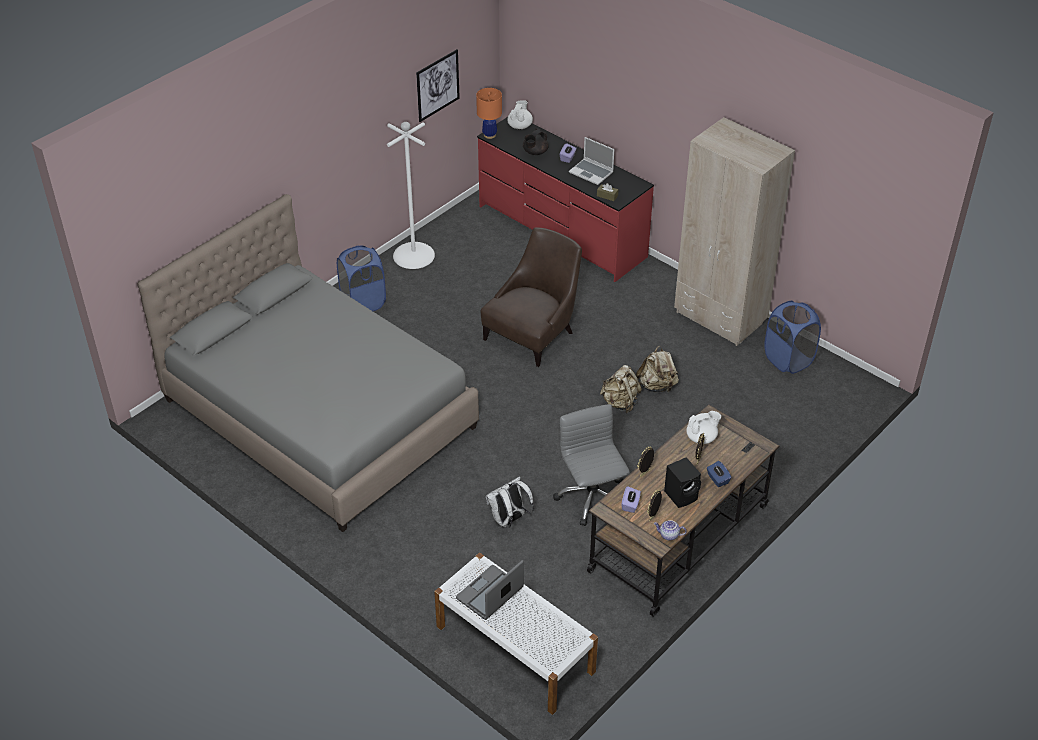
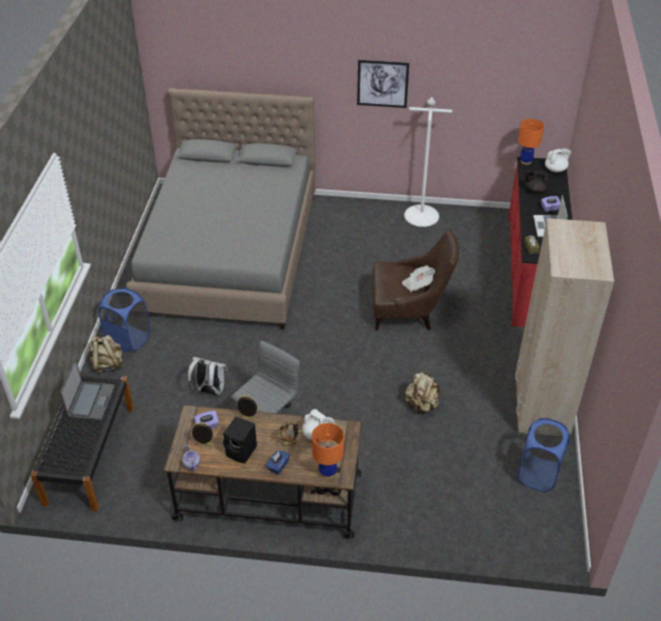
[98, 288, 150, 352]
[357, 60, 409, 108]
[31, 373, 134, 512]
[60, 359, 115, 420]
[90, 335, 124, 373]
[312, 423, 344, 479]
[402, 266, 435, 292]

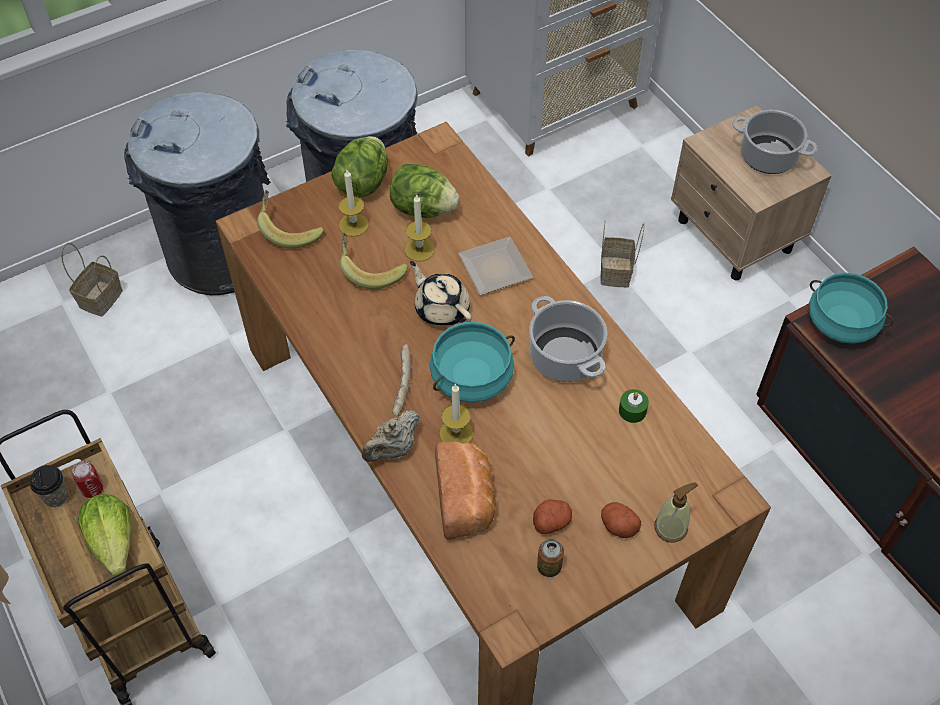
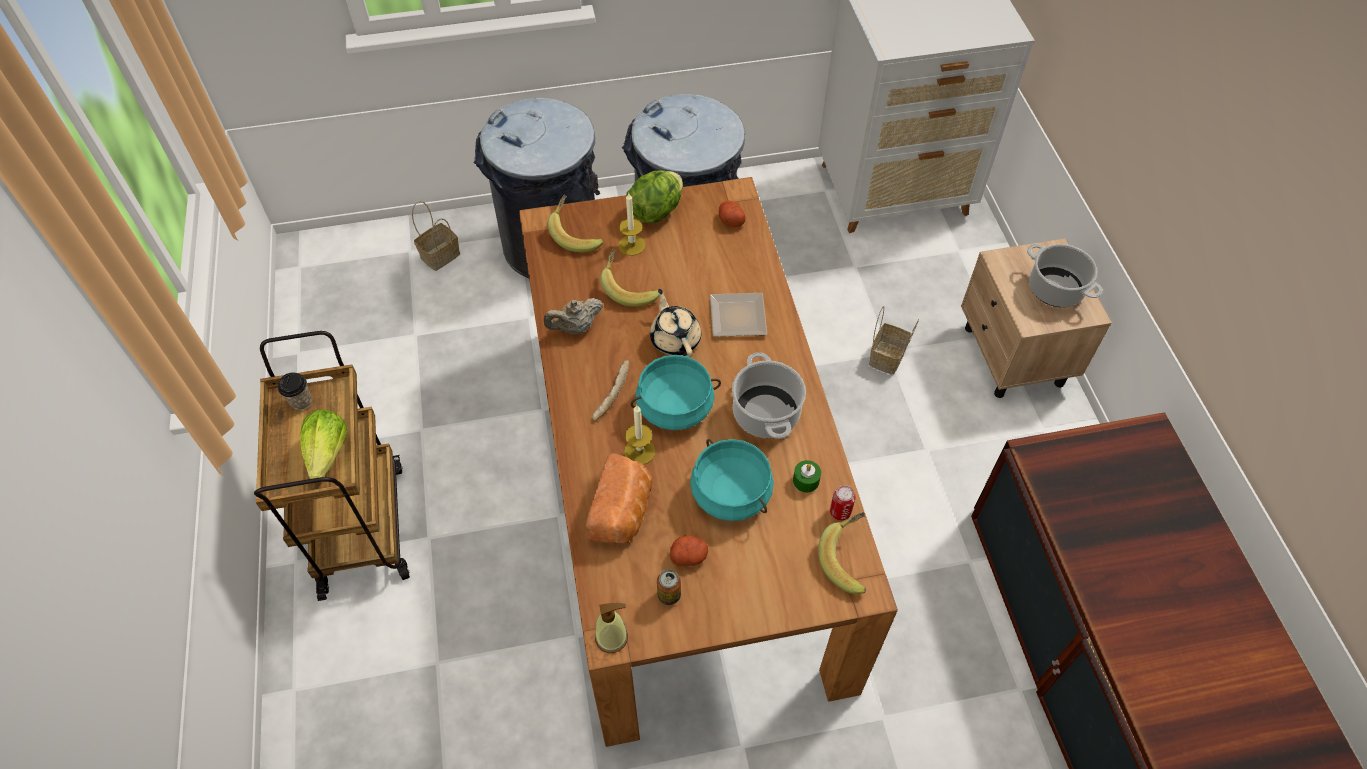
[830, 485, 856, 521]
[544, 298, 603, 334]
[390, 163, 460, 218] (first image)
[405, 194, 435, 261] (first image)
[719, 201, 746, 228]
[595, 603, 628, 653]
[690, 439, 774, 521]
[818, 512, 866, 594]

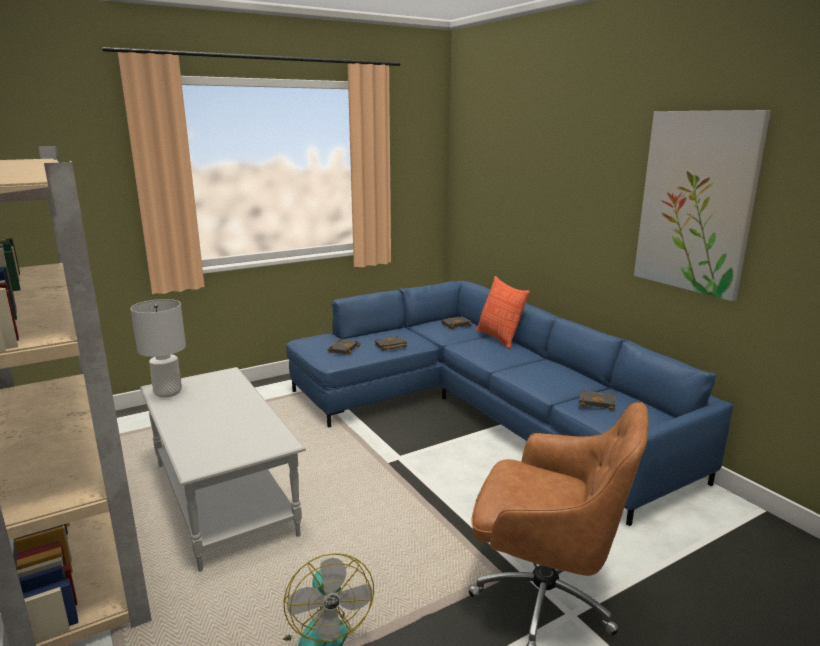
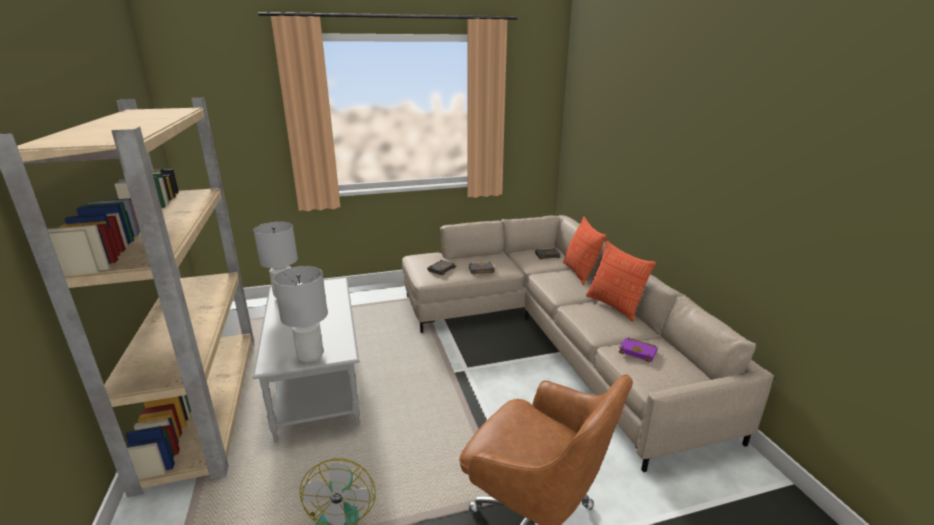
[402, 215, 774, 472]
[619, 337, 658, 362]
[634, 110, 771, 301] (first image)
[274, 266, 328, 362]
[586, 241, 656, 322]

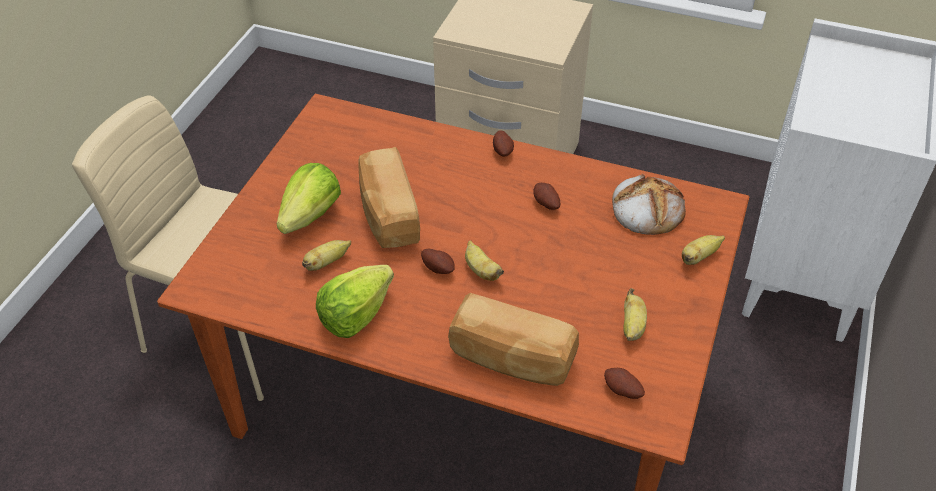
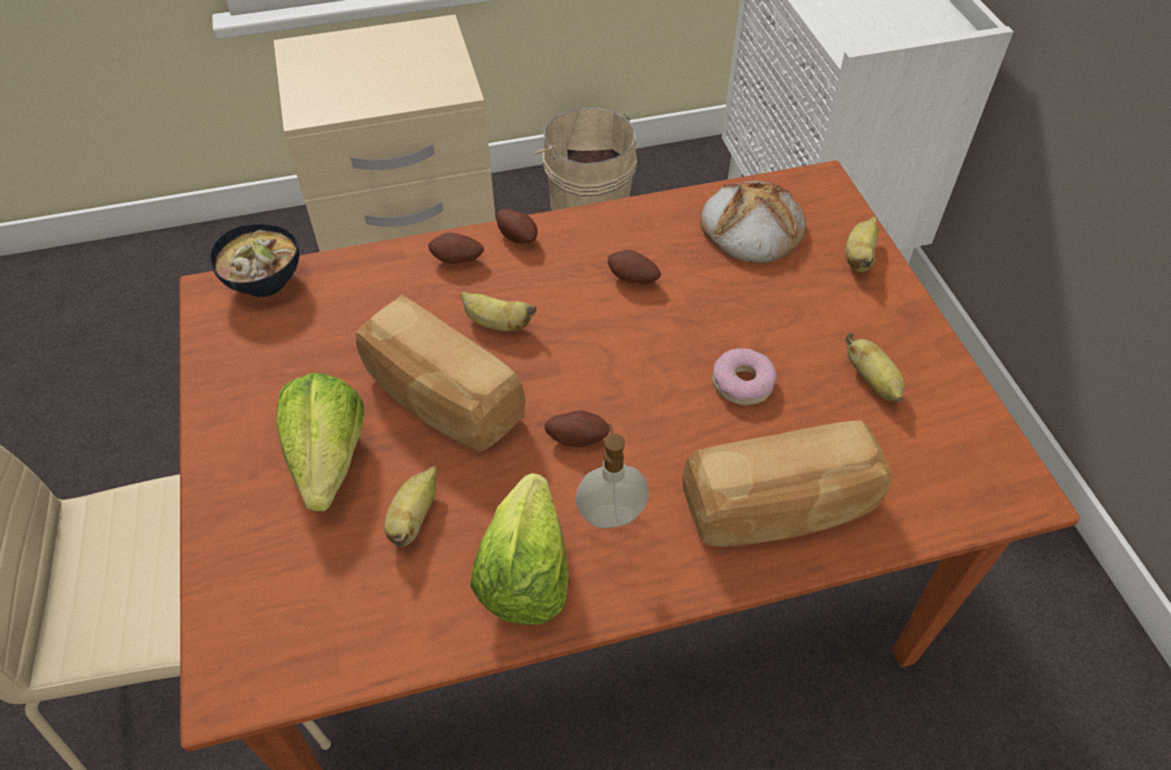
[461, 291, 536, 331]
[428, 233, 484, 264]
[209, 224, 300, 297]
[534, 108, 637, 211]
[576, 424, 649, 528]
[712, 348, 777, 405]

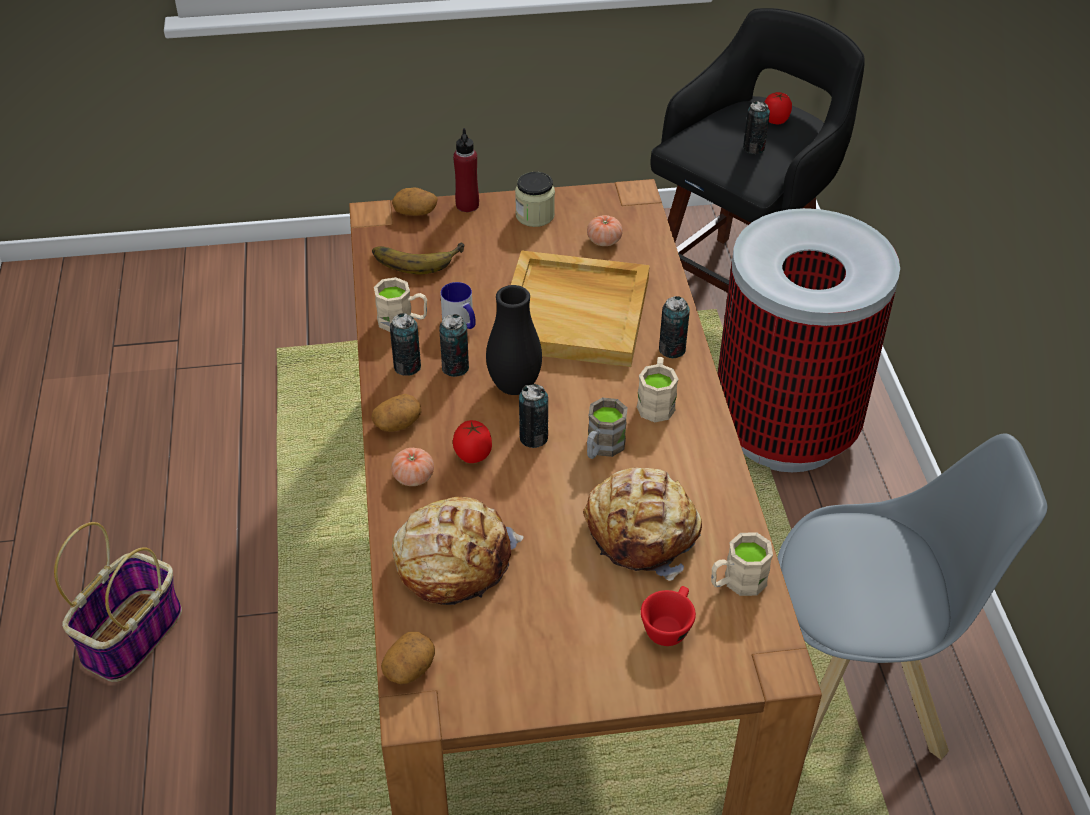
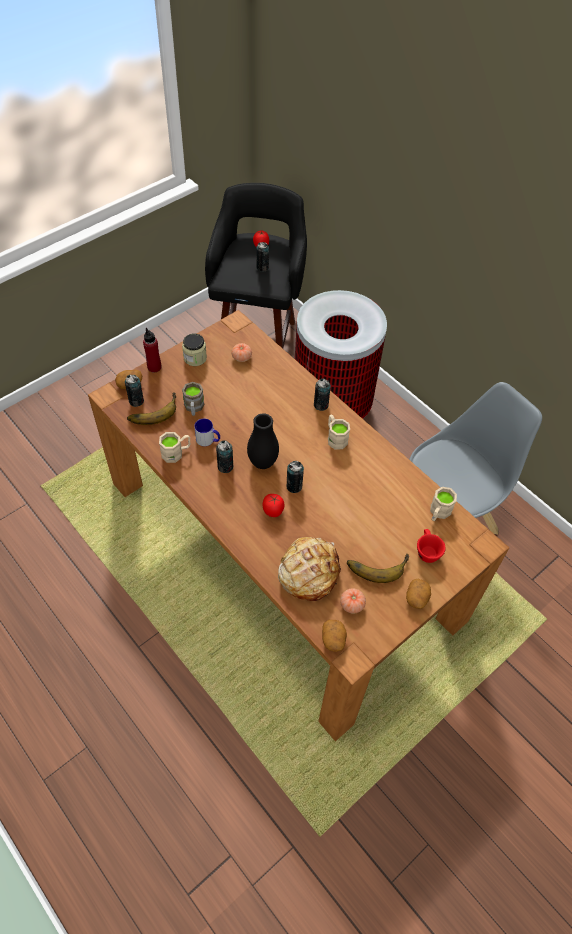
[54, 522, 182, 682] (first image)
[406, 578, 431, 609]
[125, 374, 144, 407]
[340, 588, 366, 614]
[511, 250, 650, 367] (first image)
[583, 468, 702, 581] (first image)
[182, 382, 205, 416]
[347, 554, 409, 583]

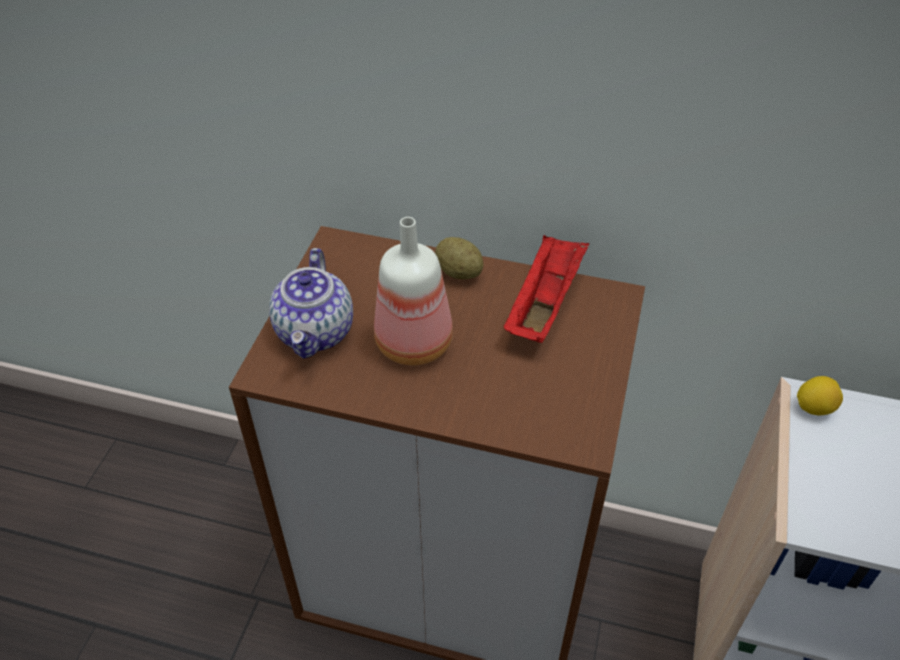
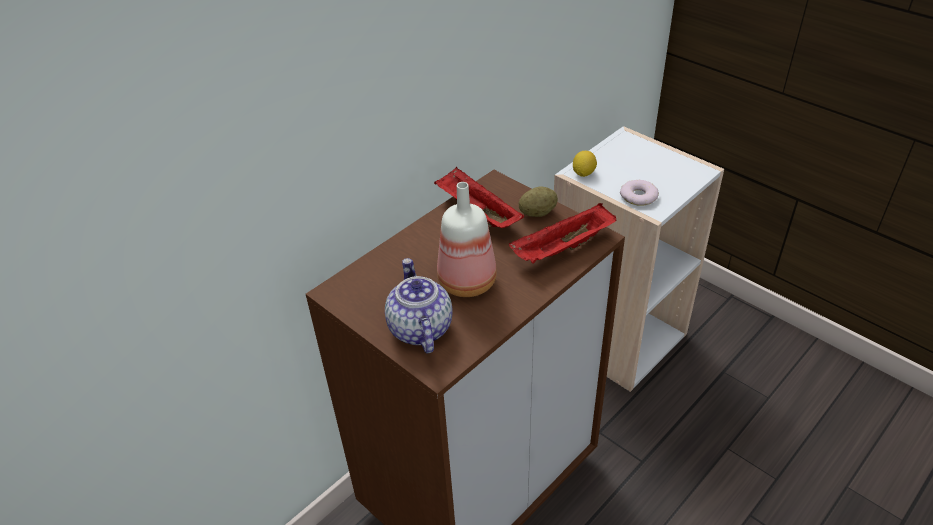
[385, 258, 453, 354]
[519, 186, 558, 217]
[509, 203, 616, 264]
[620, 180, 659, 206]

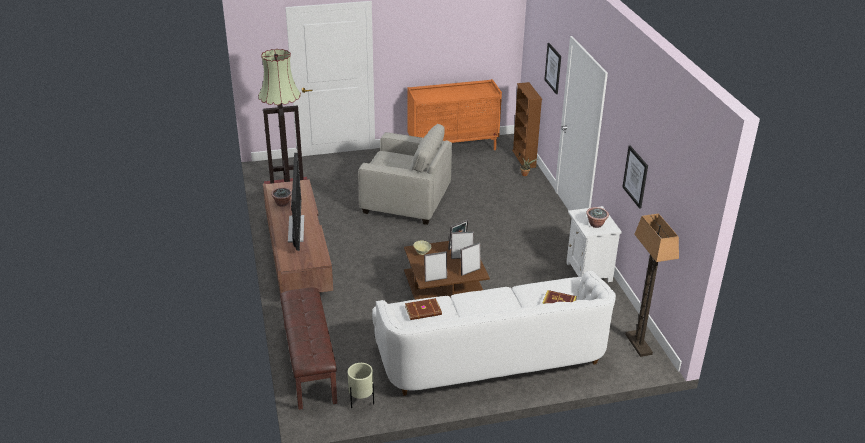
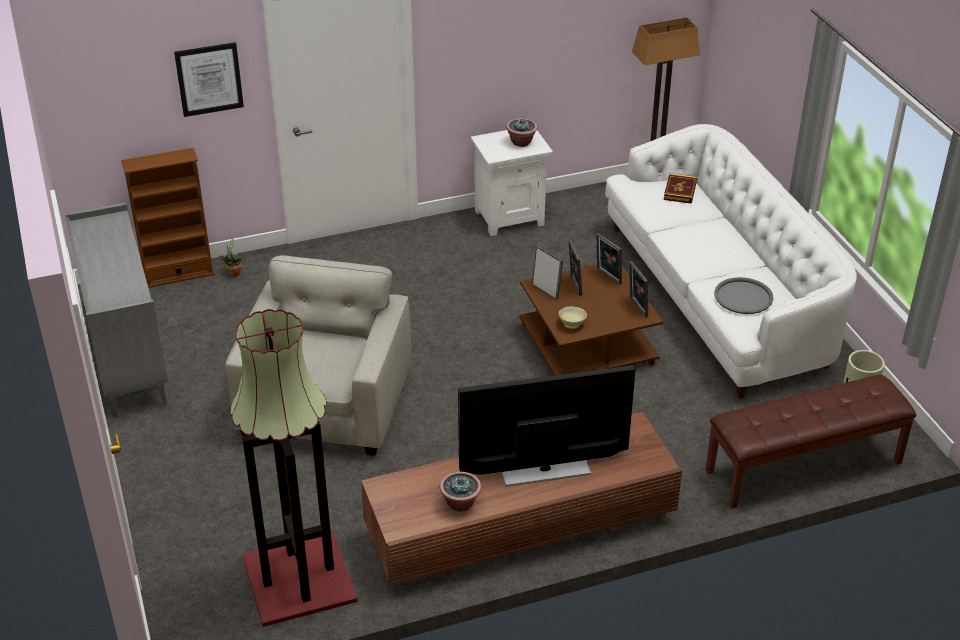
[714, 277, 774, 314]
[65, 203, 168, 417]
[623, 145, 648, 209] (first image)

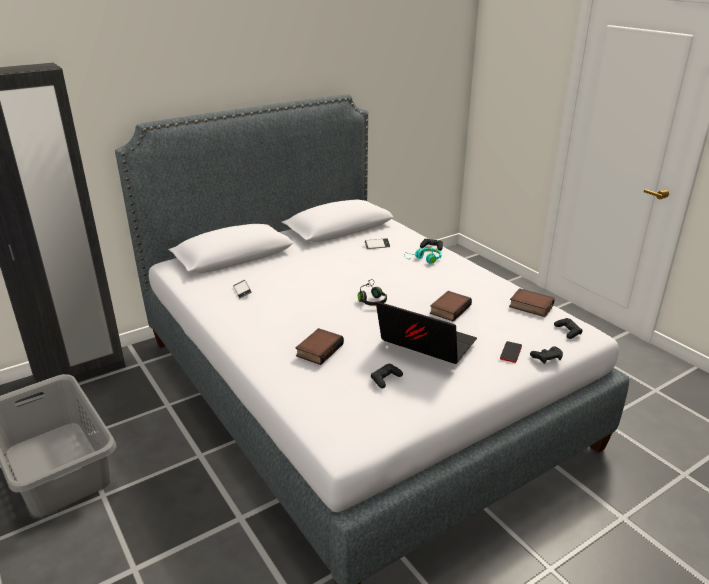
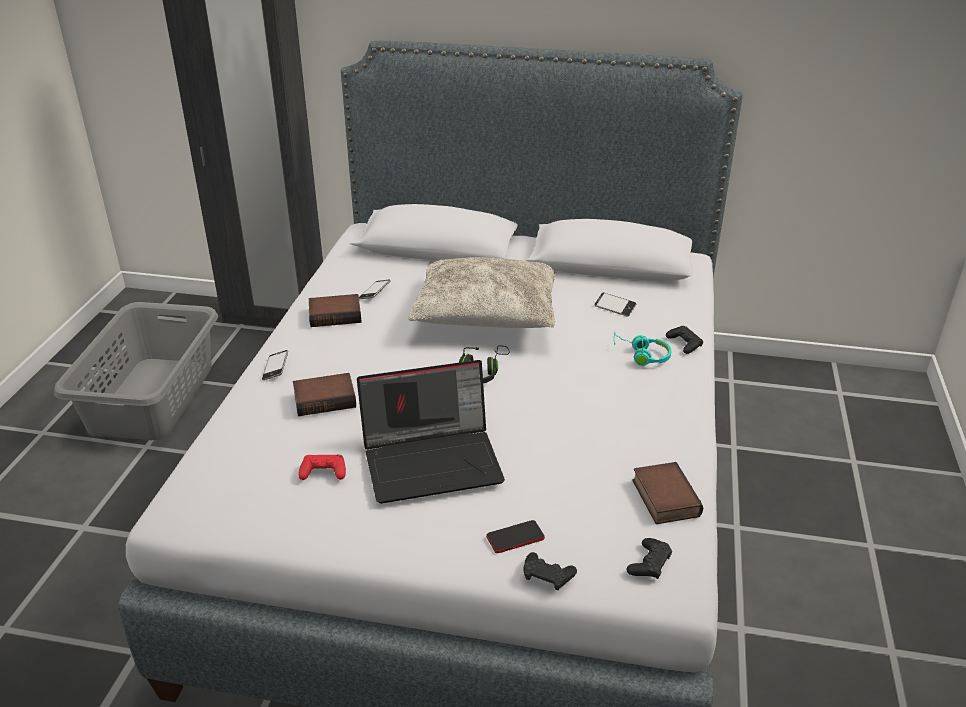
[298, 454, 346, 480]
[357, 360, 505, 504]
[309, 294, 361, 327]
[262, 350, 288, 380]
[408, 257, 556, 328]

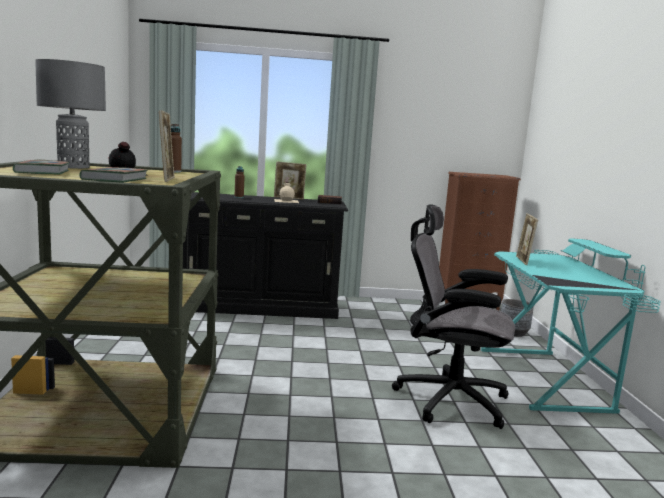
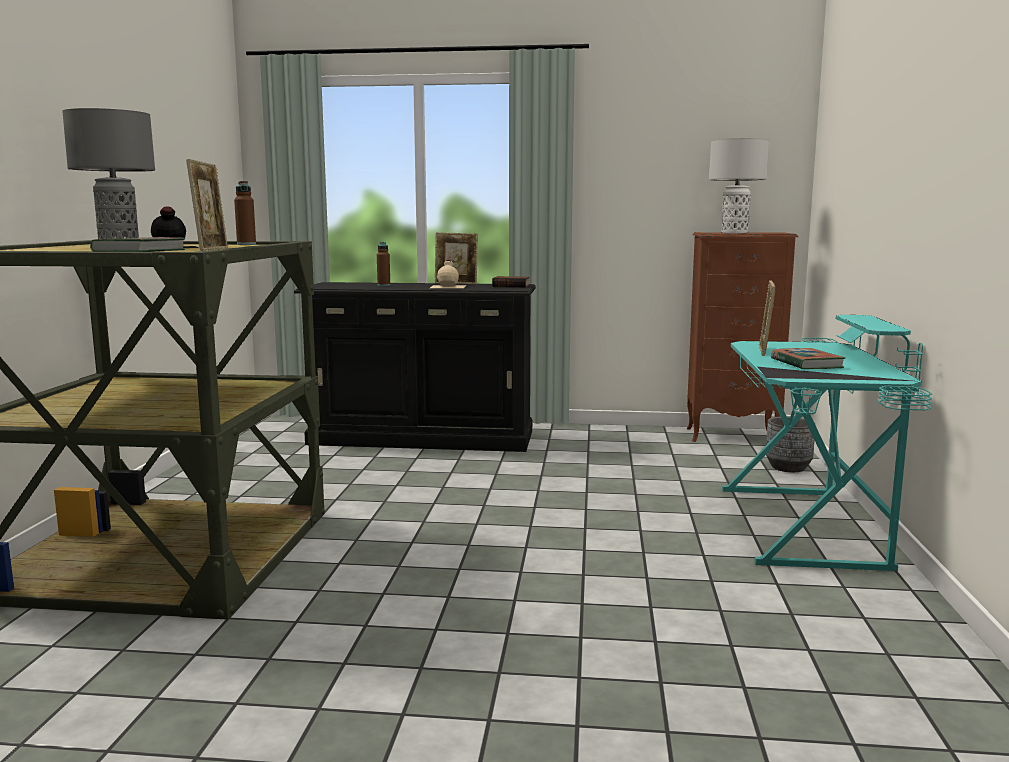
[771, 348, 845, 369]
[392, 204, 515, 429] (first image)
[709, 138, 769, 233]

